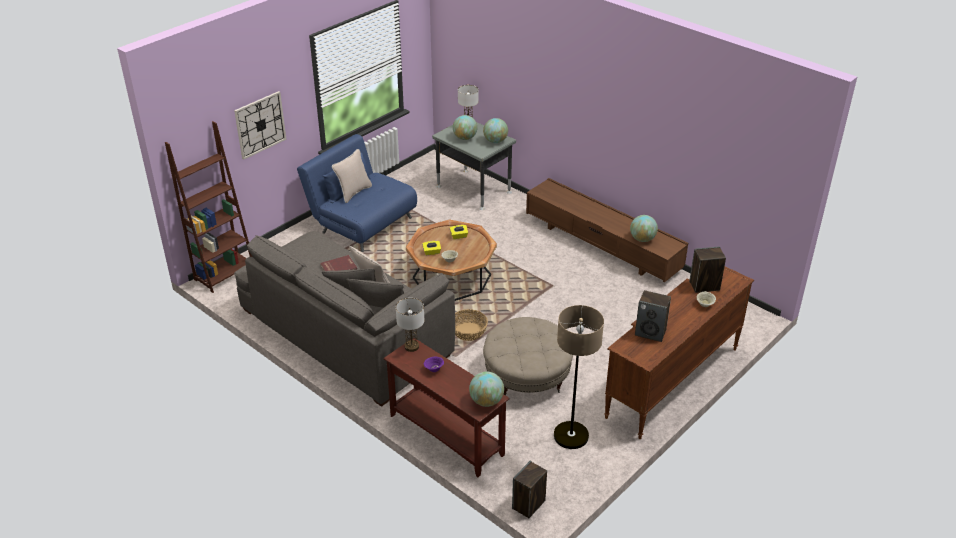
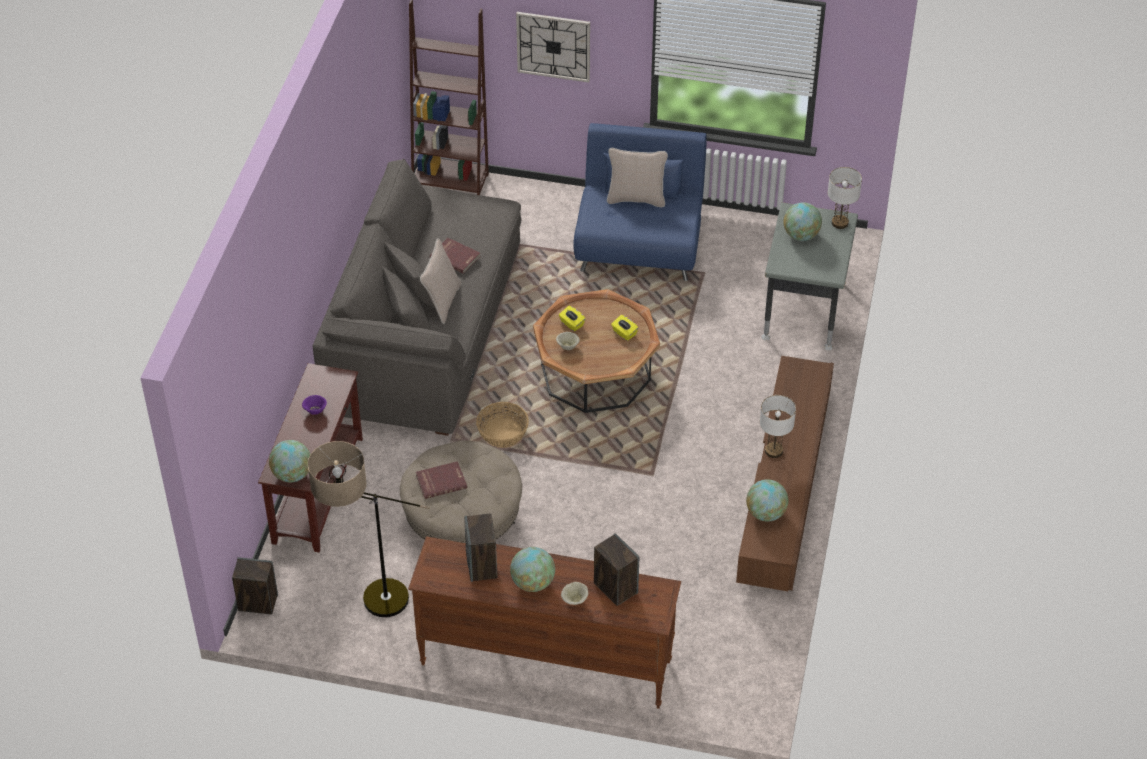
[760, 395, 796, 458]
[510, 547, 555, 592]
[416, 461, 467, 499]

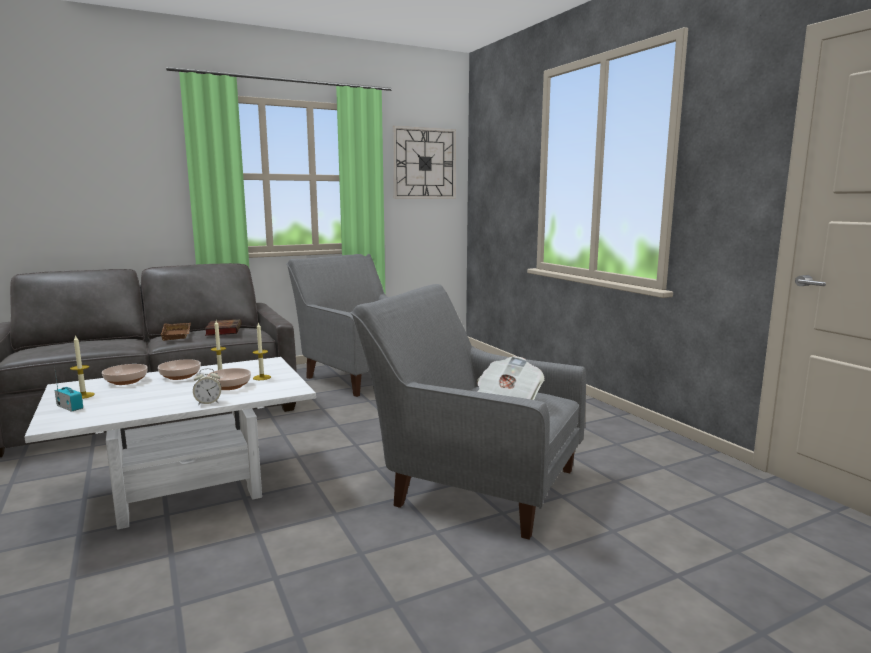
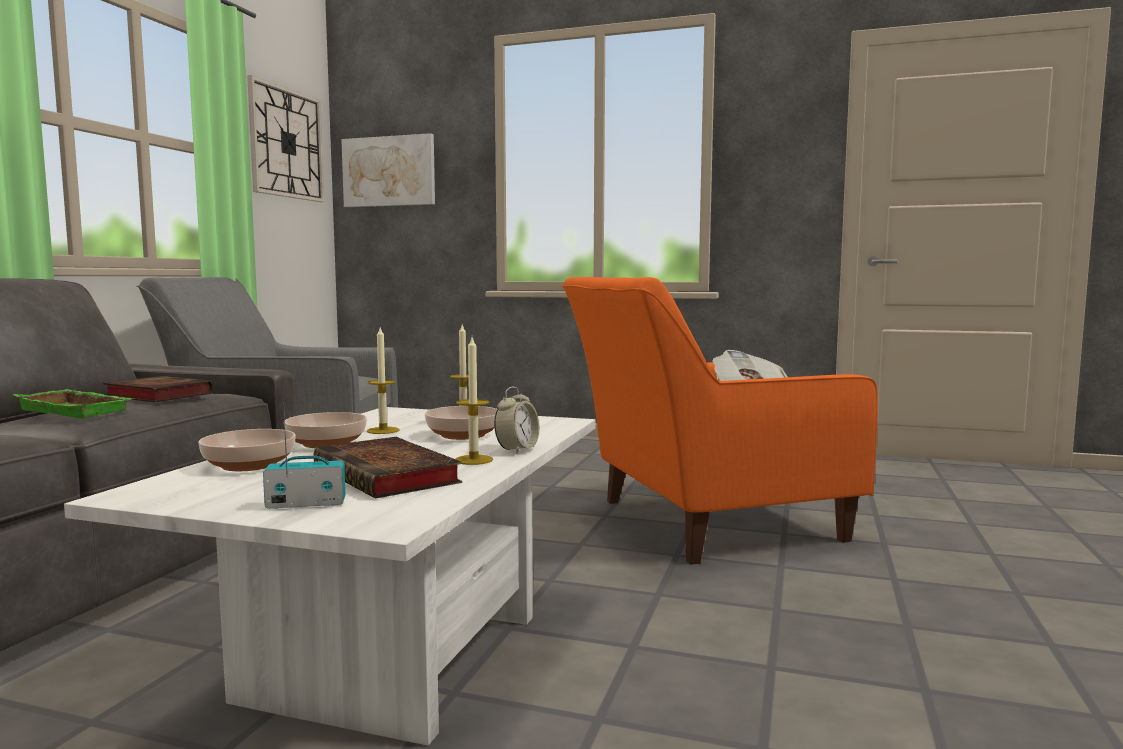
[456, 337, 493, 465]
[13, 389, 132, 418]
[561, 277, 878, 565]
[314, 437, 462, 499]
[341, 133, 435, 207]

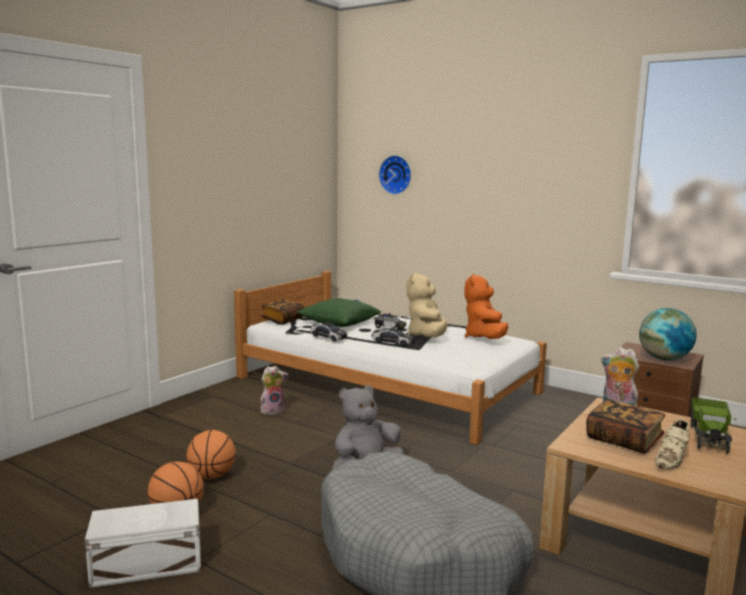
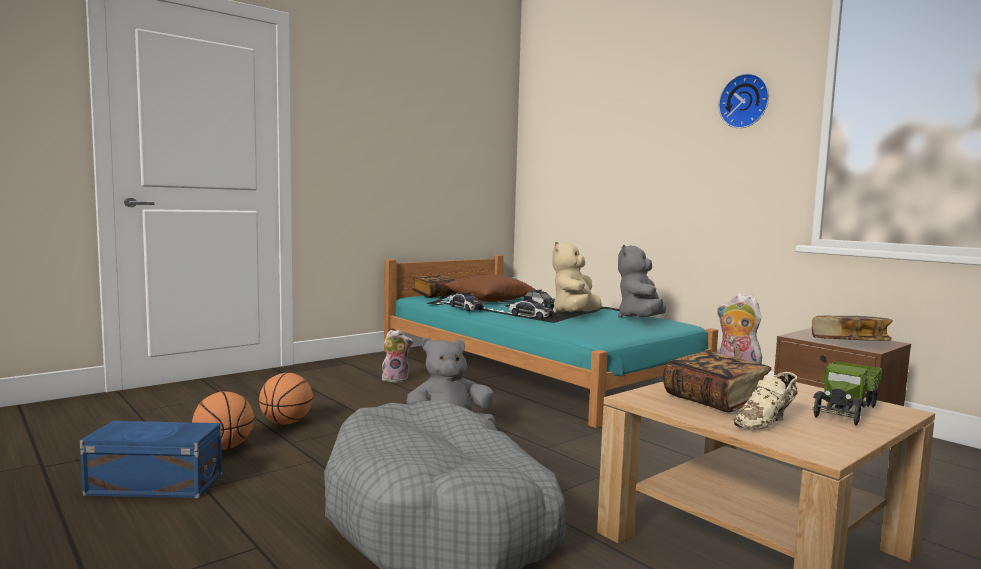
[80, 421, 222, 498]
[384, 255, 718, 428]
[444, 274, 536, 302]
[719, 73, 769, 128]
[618, 245, 666, 318]
[812, 316, 893, 341]

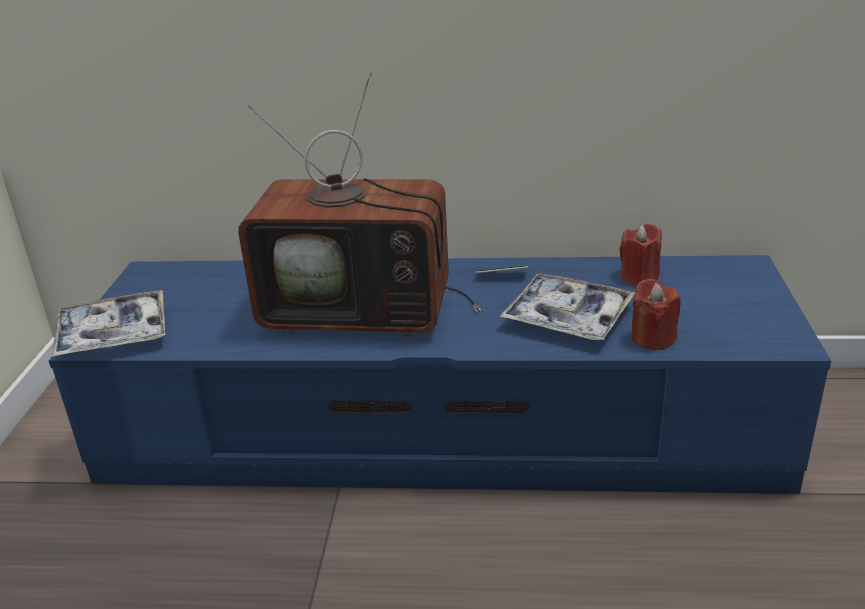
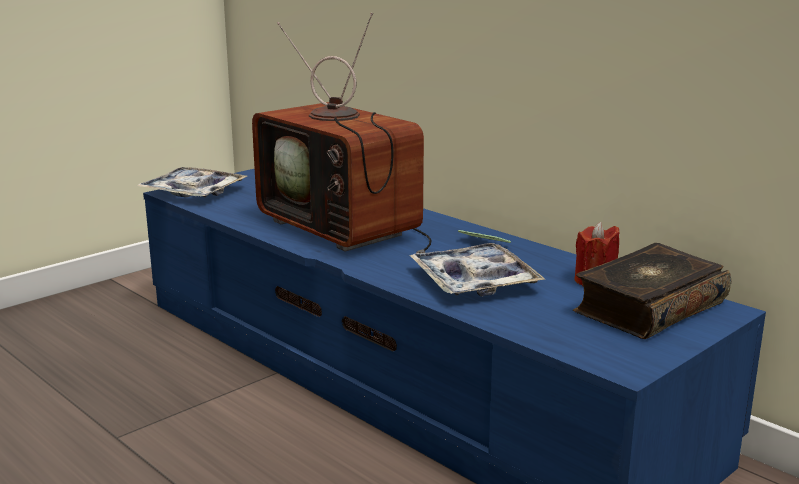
[631, 278, 681, 350] (first image)
[573, 243, 731, 339]

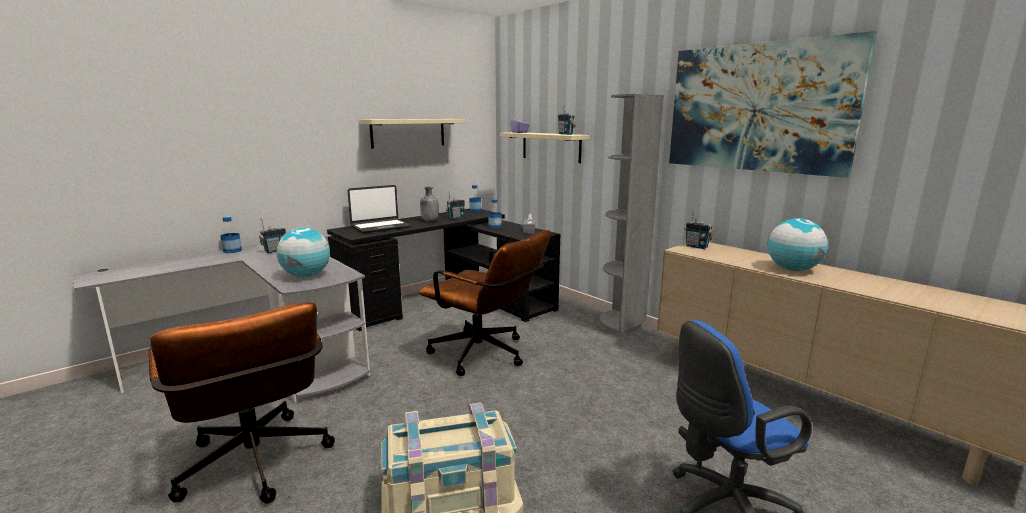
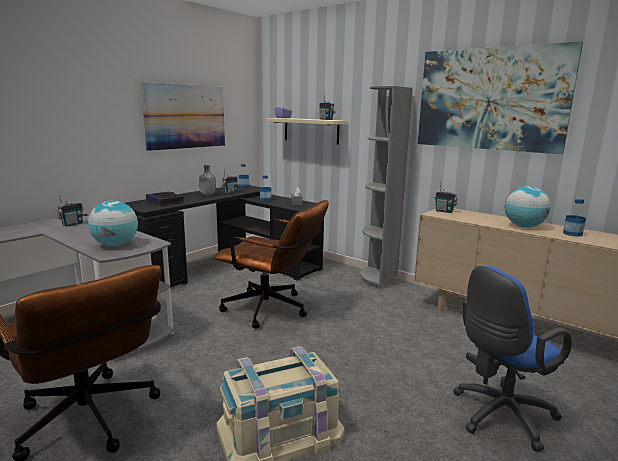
[563, 198, 586, 237]
[146, 192, 185, 205]
[141, 82, 225, 151]

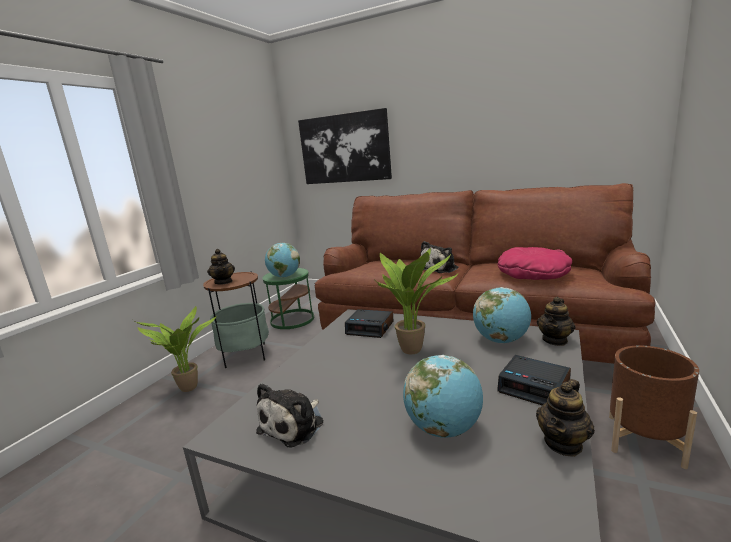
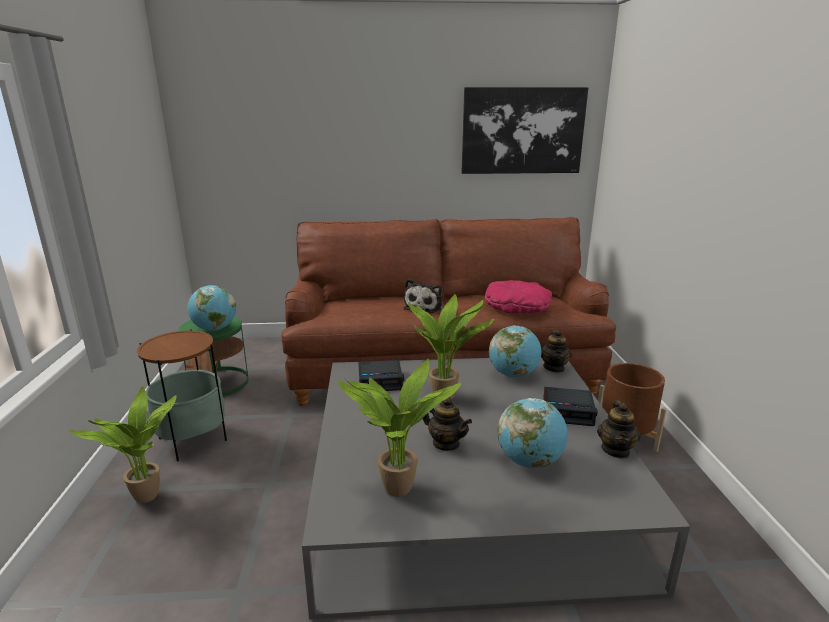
[423, 398, 472, 451]
[338, 359, 461, 497]
[461, 87, 588, 174]

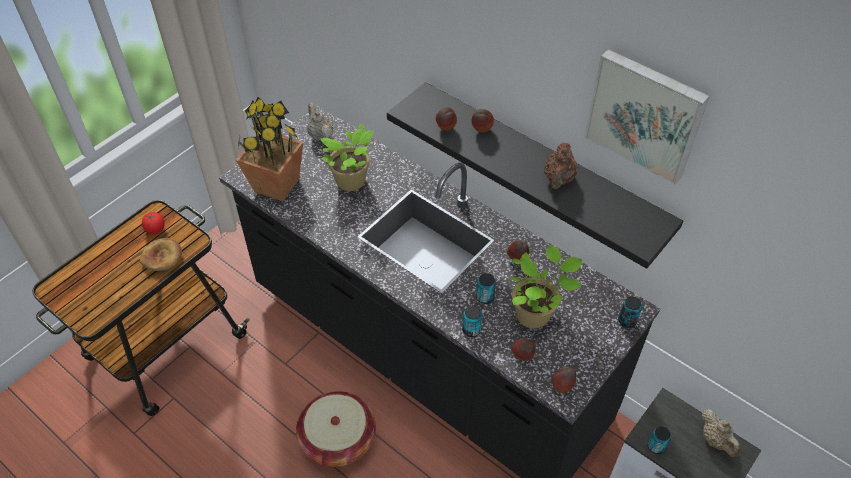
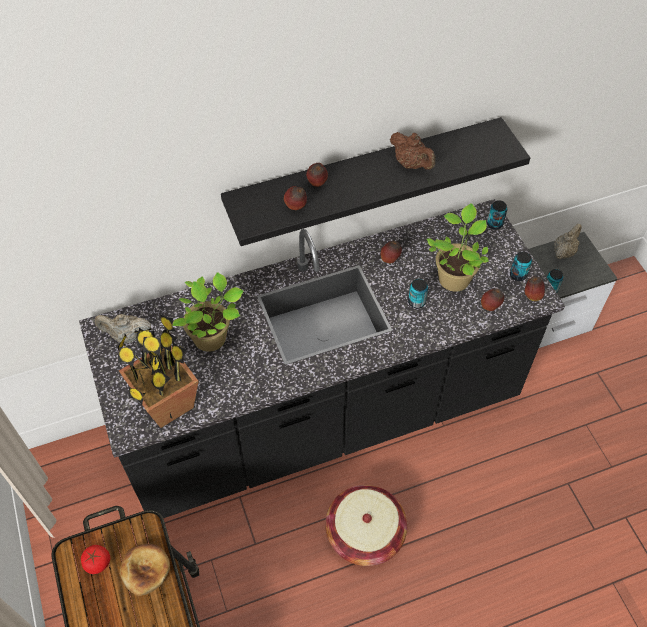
[510, 252, 532, 281]
[584, 49, 710, 185] (first image)
[554, 224, 582, 259]

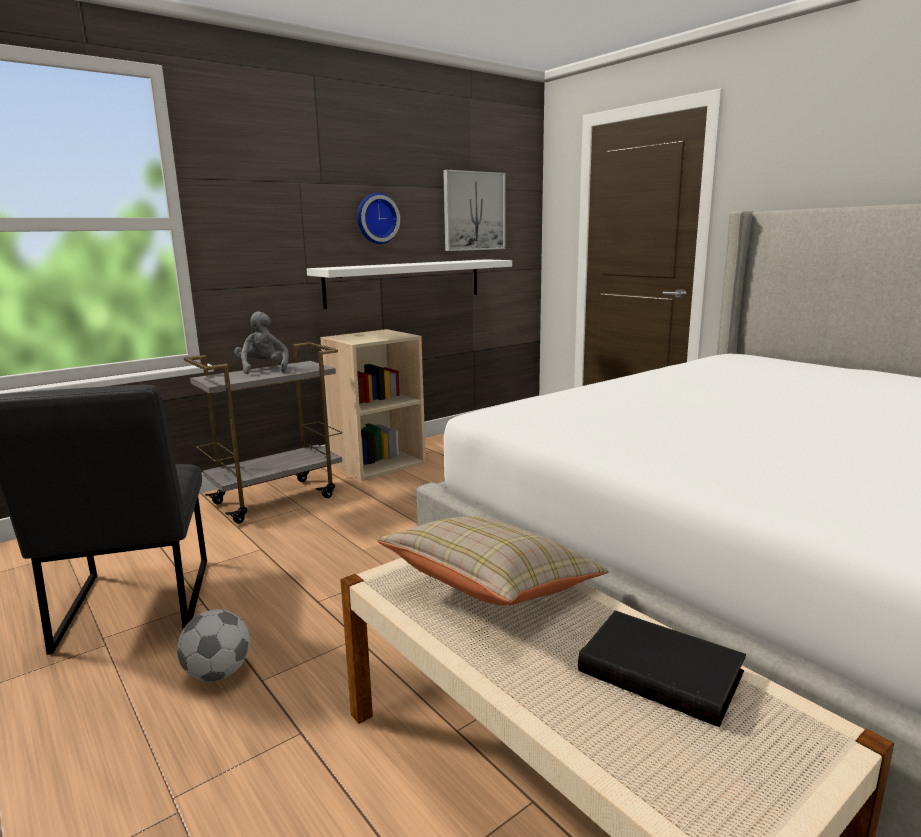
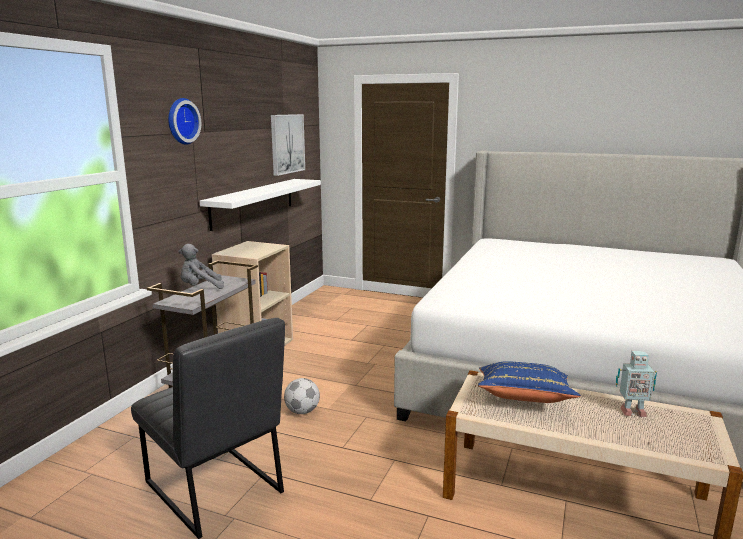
[284, 378, 320, 414]
[178, 244, 224, 289]
[168, 98, 201, 145]
[478, 361, 581, 403]
[616, 351, 657, 417]

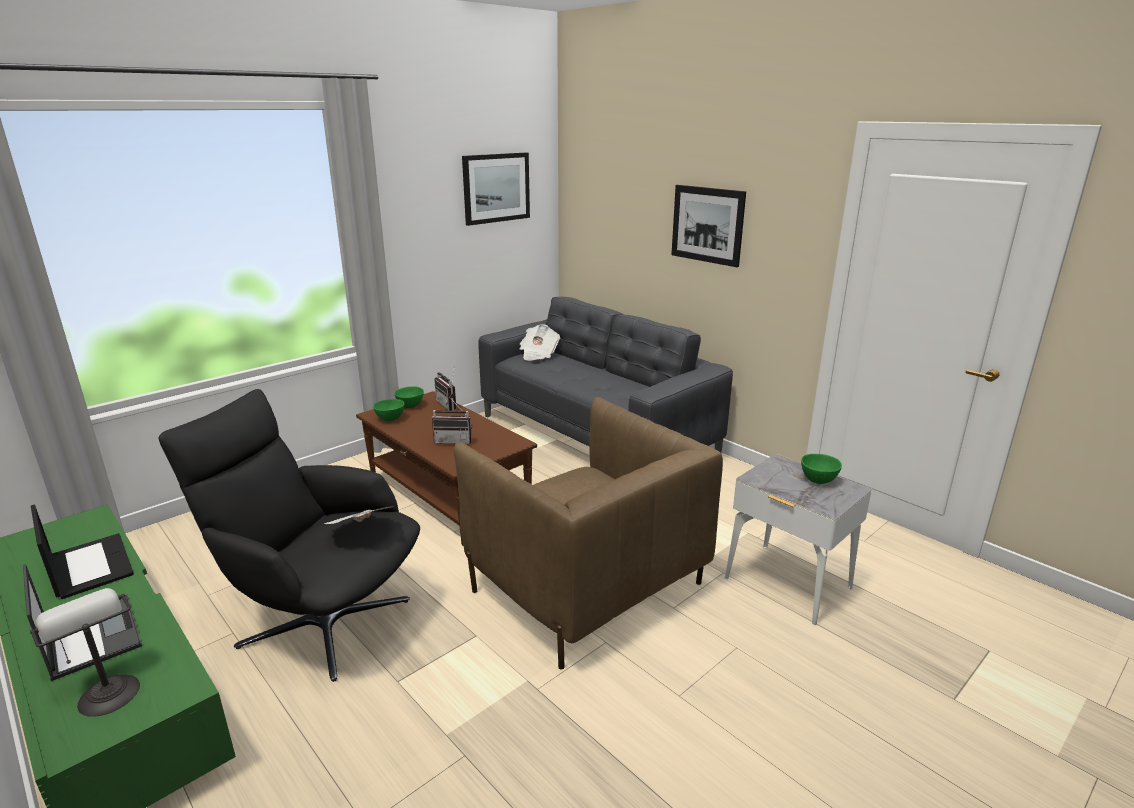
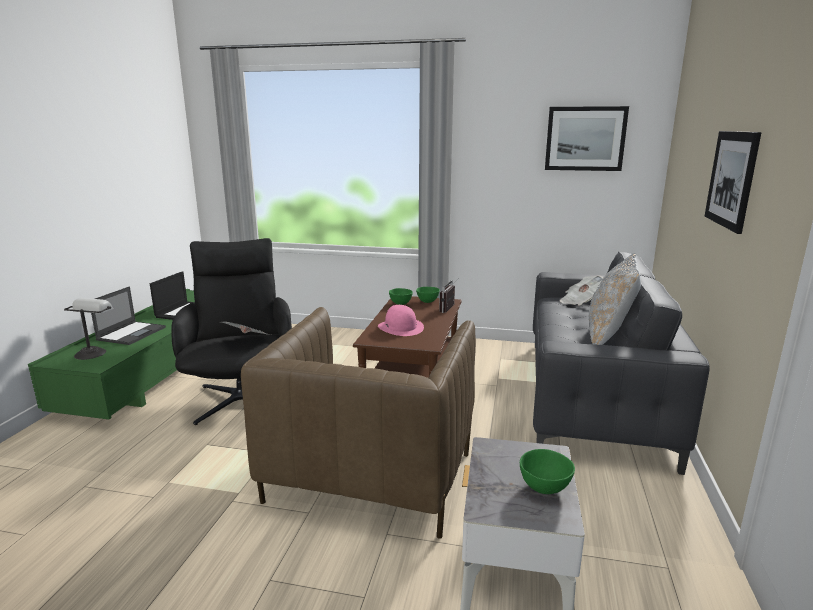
[378, 305, 424, 336]
[589, 253, 641, 345]

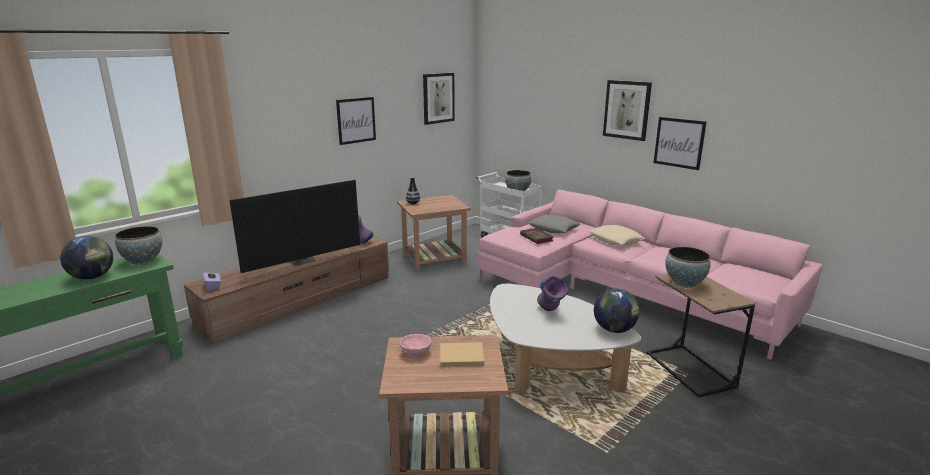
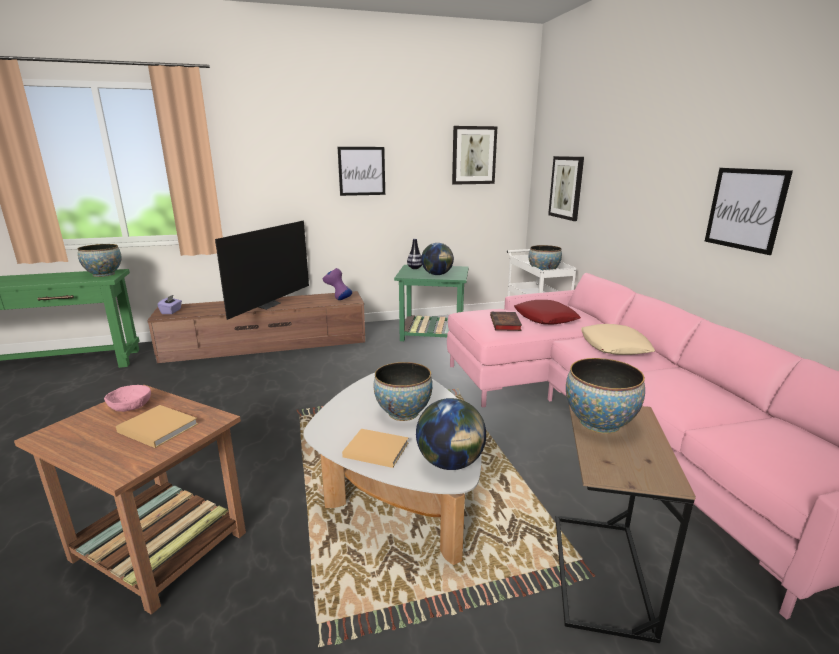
[421, 243, 454, 275]
[215, 221, 309, 320]
[394, 265, 469, 341]
[514, 300, 581, 324]
[374, 362, 433, 421]
[548, 156, 584, 221]
[342, 429, 409, 468]

